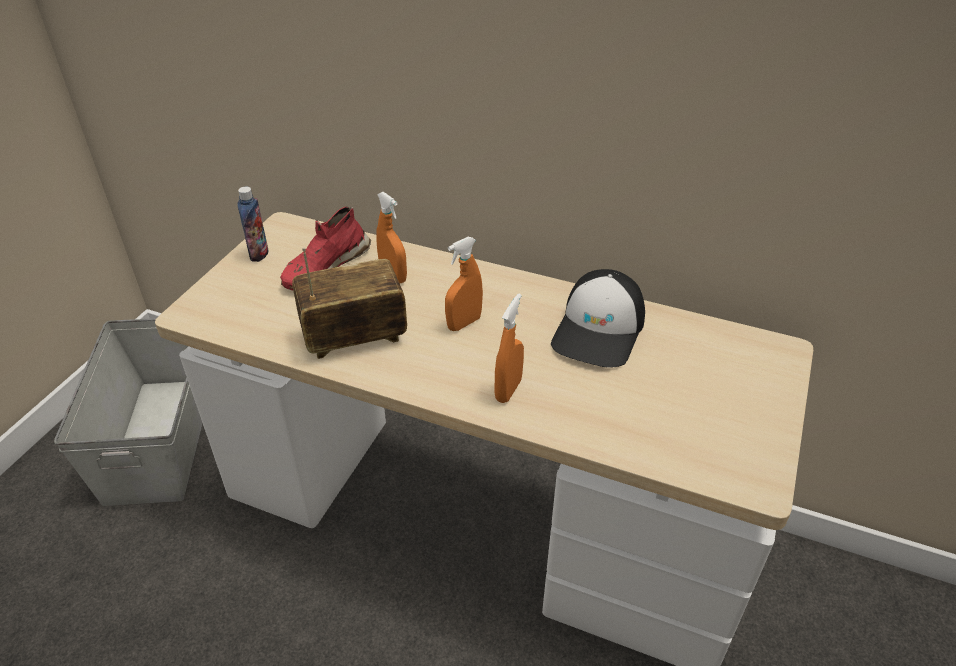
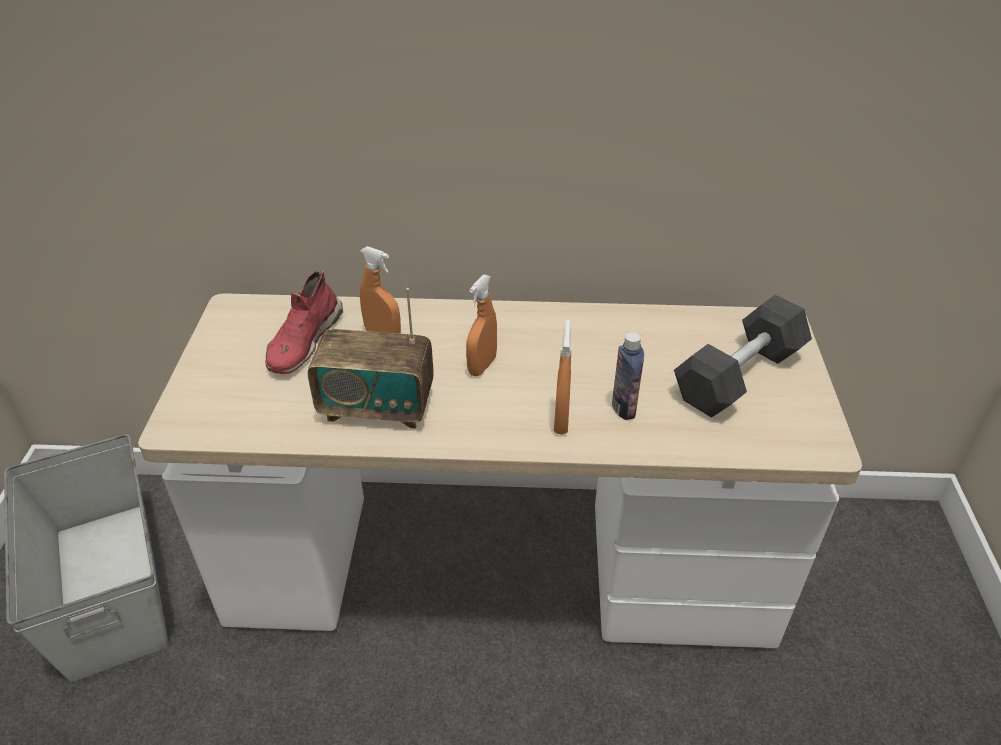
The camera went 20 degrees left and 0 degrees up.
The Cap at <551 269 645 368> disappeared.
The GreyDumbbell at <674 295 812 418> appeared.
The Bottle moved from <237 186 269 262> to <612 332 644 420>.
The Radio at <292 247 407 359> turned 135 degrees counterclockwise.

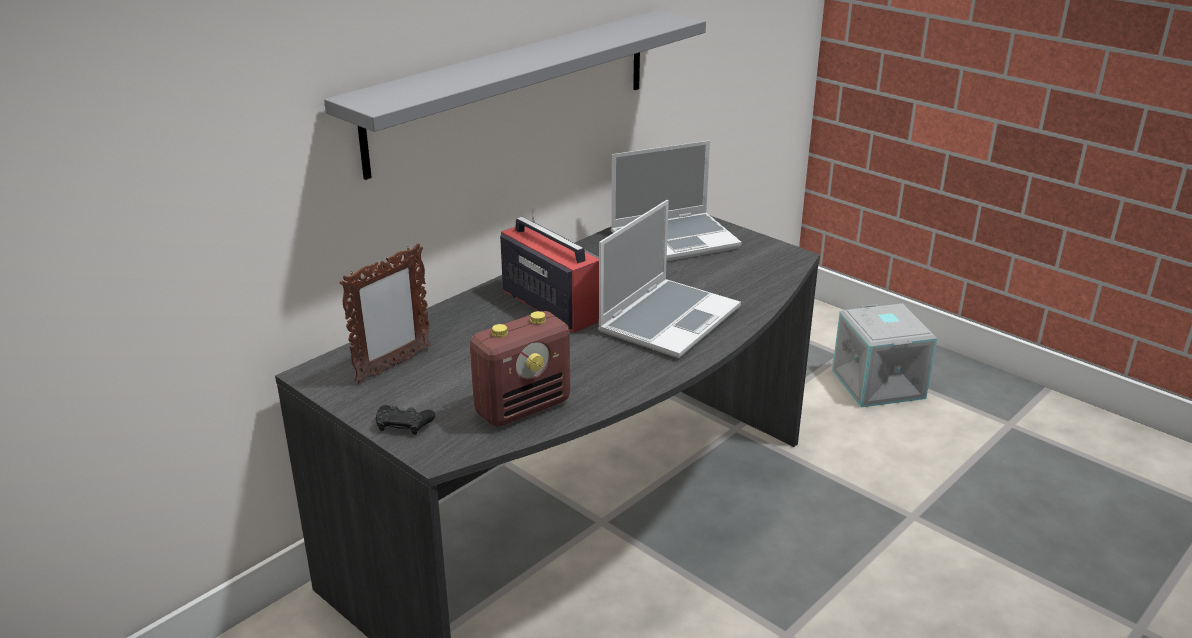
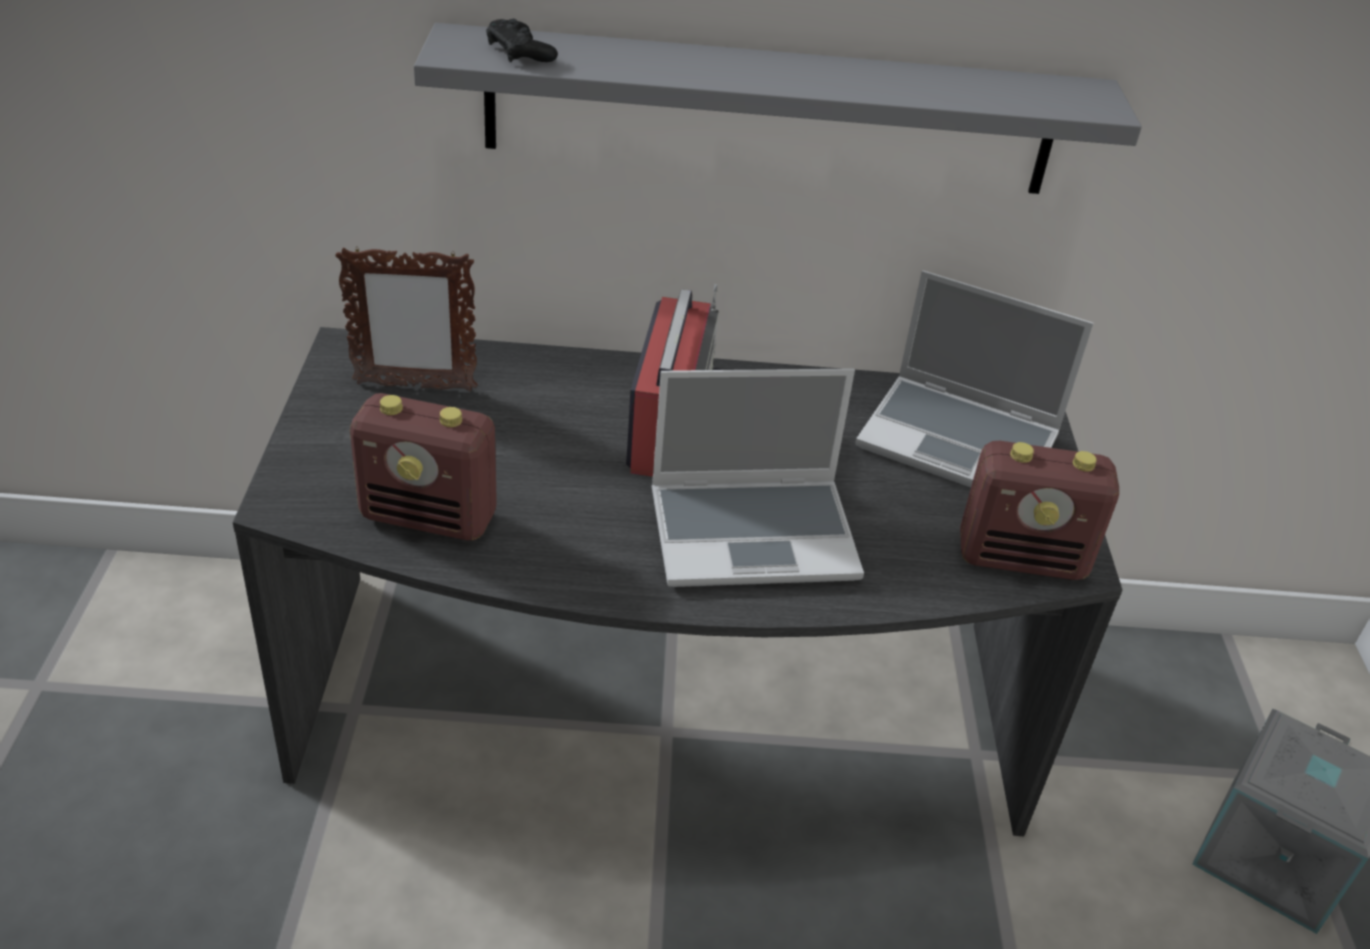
The camera went 45 degrees right and 10 degrees up.
The Radio at <960 441 1119 580> appeared.
The BlackGameController moved from <376 405 435 435> to <486 18 558 62>.

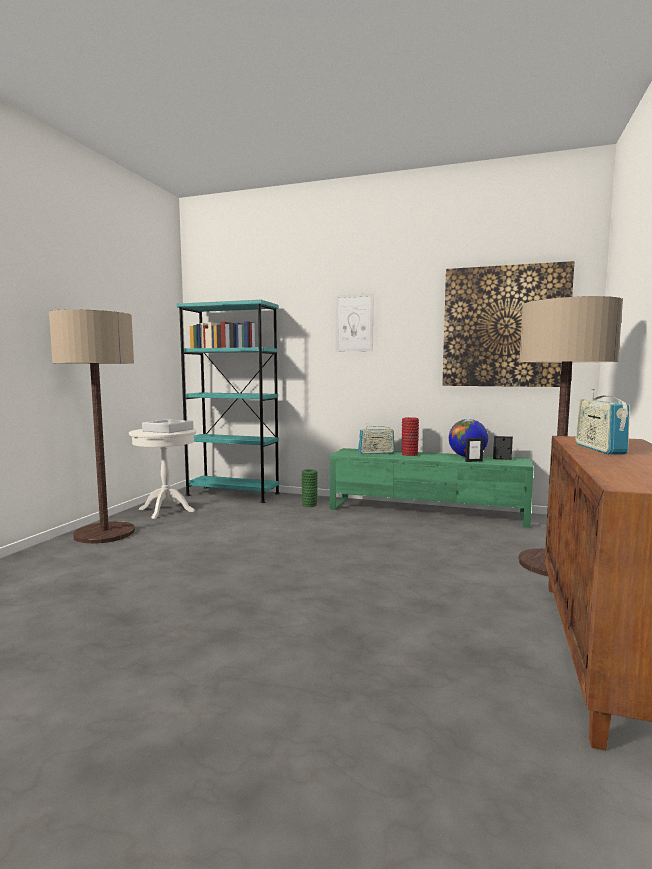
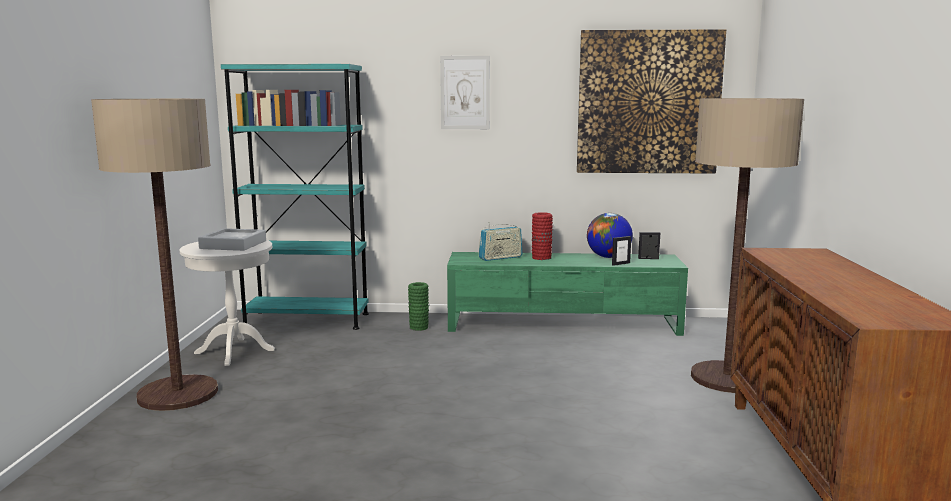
The camera went 15 degrees left and 5 degrees up.
The Radio at <576 389 630 454> disappeared.

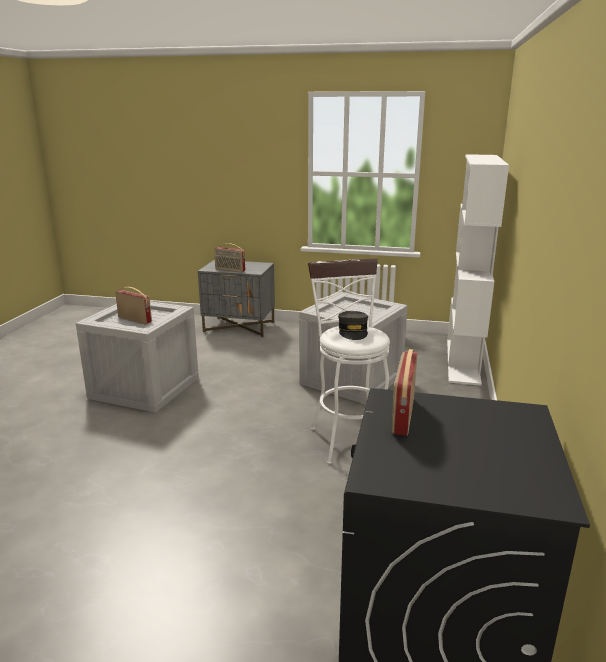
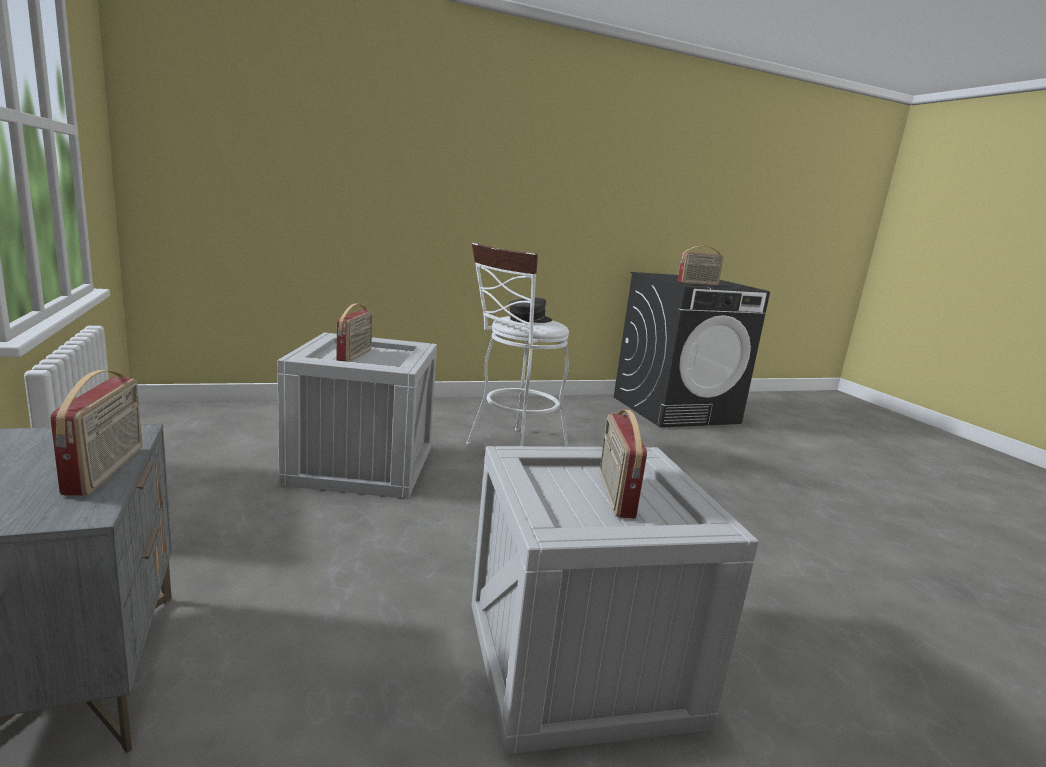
The camera went 125 degrees left and 5 degrees down.
The WhiteBookcase at <447 154 509 386> disappeared.
The Radio at <336 303 373 362> appeared.

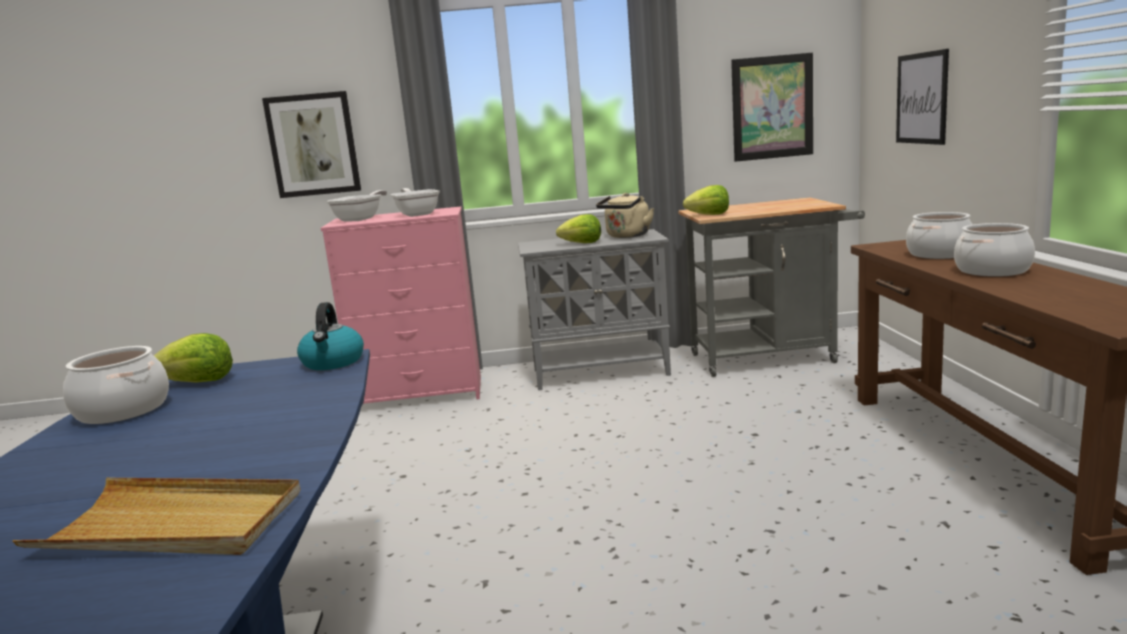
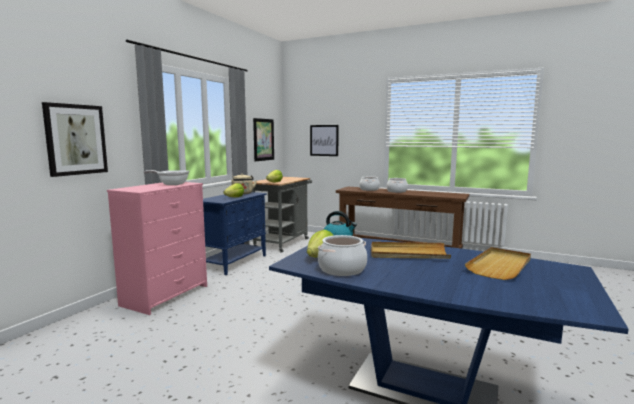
The camera went 60 degrees left and 5 degrees down.
The FryingPan at <327 190 387 222> disappeared.
The BeigeTray at <371 242 451 259> appeared.
The GreyCabinet at <518 229 671 390> became the BlueCabinet at <203 192 267 275>.

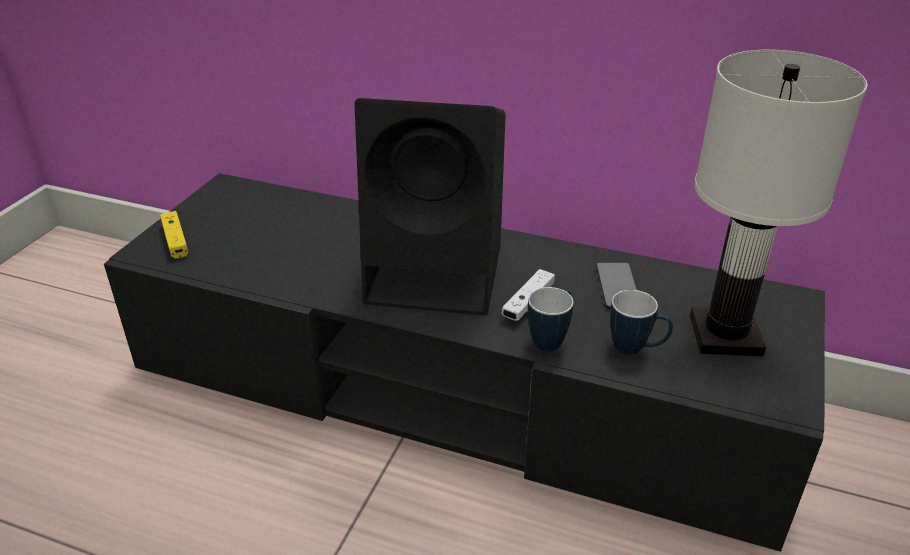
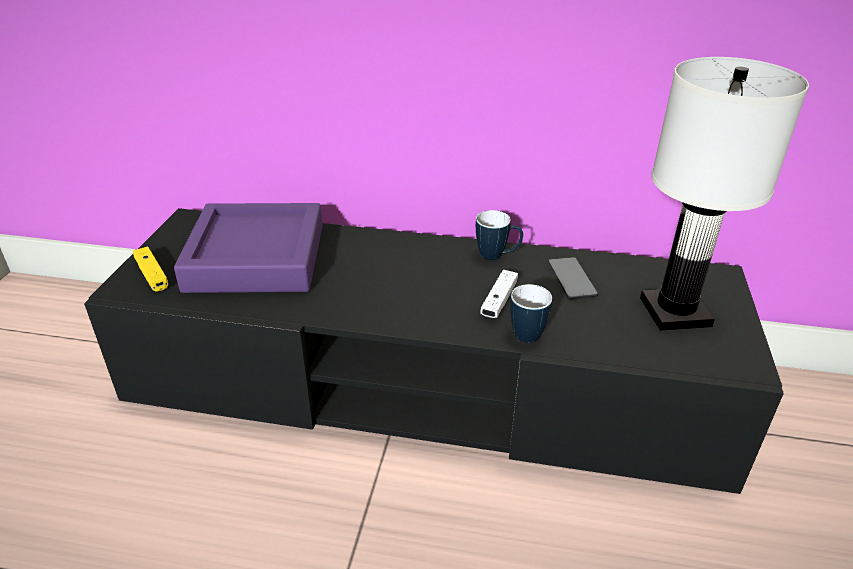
The camera went 10 degrees left and 0 degrees up.
The BlackSpeaker at <355 98 506 316> disappeared.
The PurpleTray at <174 203 323 293> appeared.
The Mug moved from <610 290 673 355> to <476 210 523 260>.

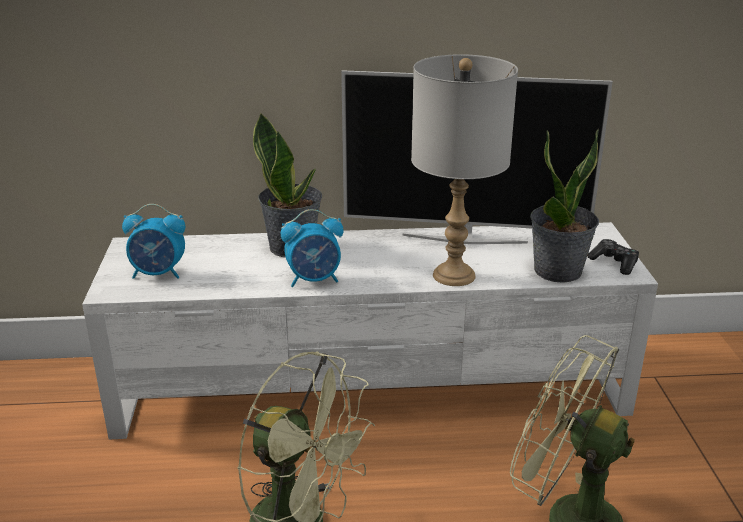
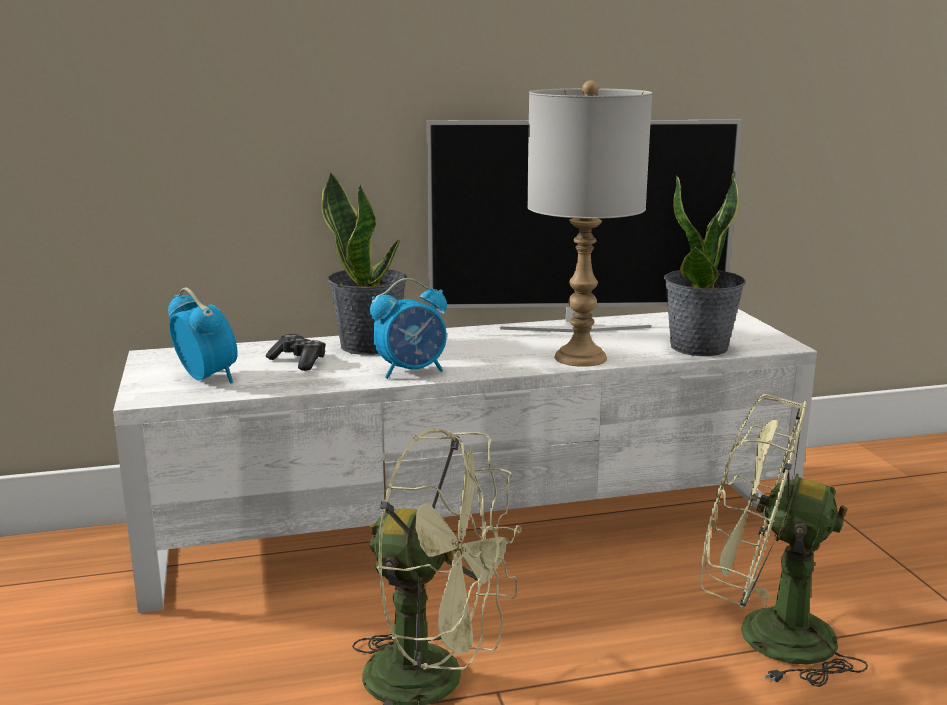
The camera went 10 degrees left and 10 degrees down.
The GameController moved from <587 239 639 275> to <266 334 326 371>.
The AlarmClock at <122 204 185 279> turned 120 degrees counterclockwise.

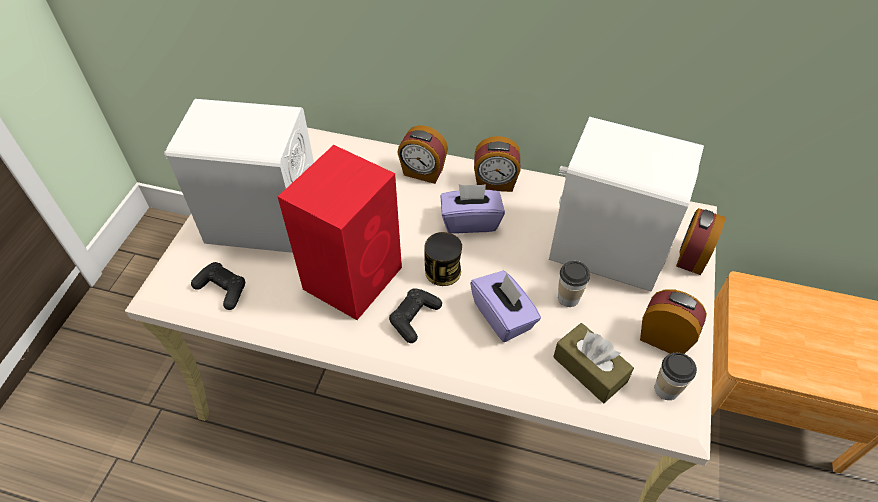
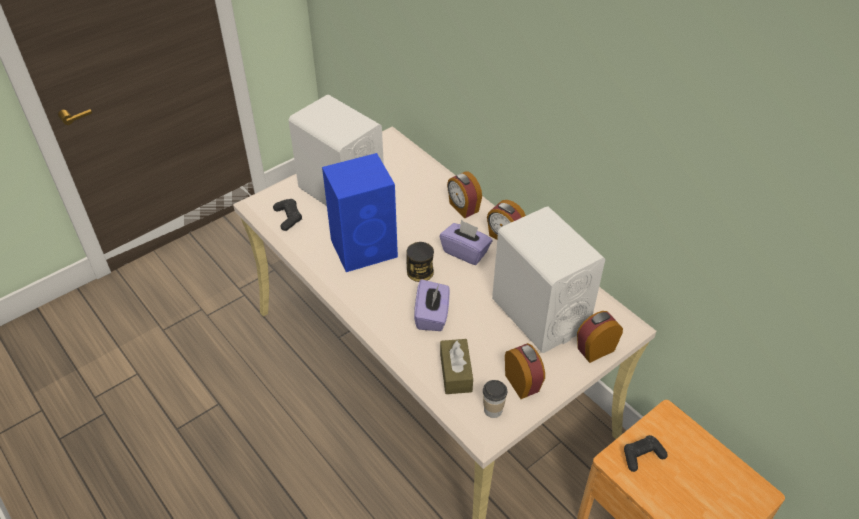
The camera went 35 degrees right and 5 degrees down.
The Cup at <558 261 590 307> disappeared.
The BlackGameController moved from <389 288 442 343> to <624 435 668 472>.
The RedSpeaker at <278 145 402 320> became the BlueSpeaker at <322 153 398 272>.

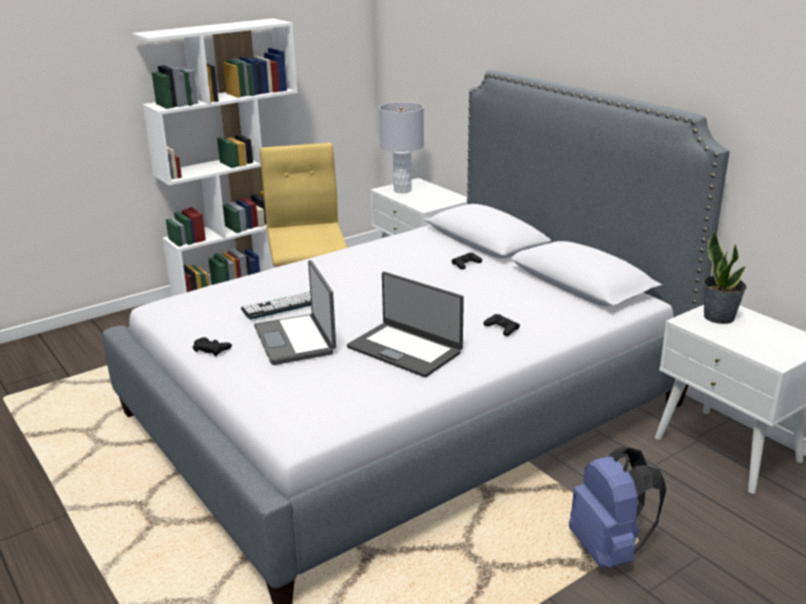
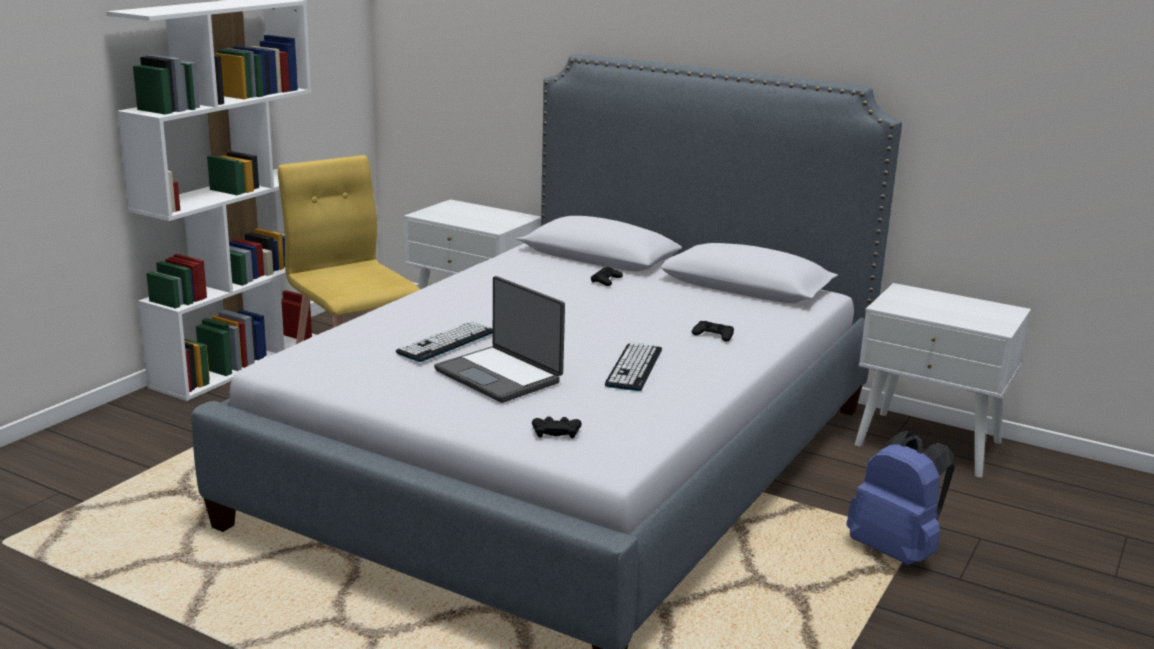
The camera went 25 degrees left and 5 degrees down.
The GreyTableLamp at <379 102 424 193> disappeared.
The PottedPlant at <703 232 747 324> disappeared.
The BlackGameController moved from <193 337 232 356> to <532 416 582 438>.
The Laptop at <347 272 464 377> was replaced by the Keyboard at <605 342 662 391>.

